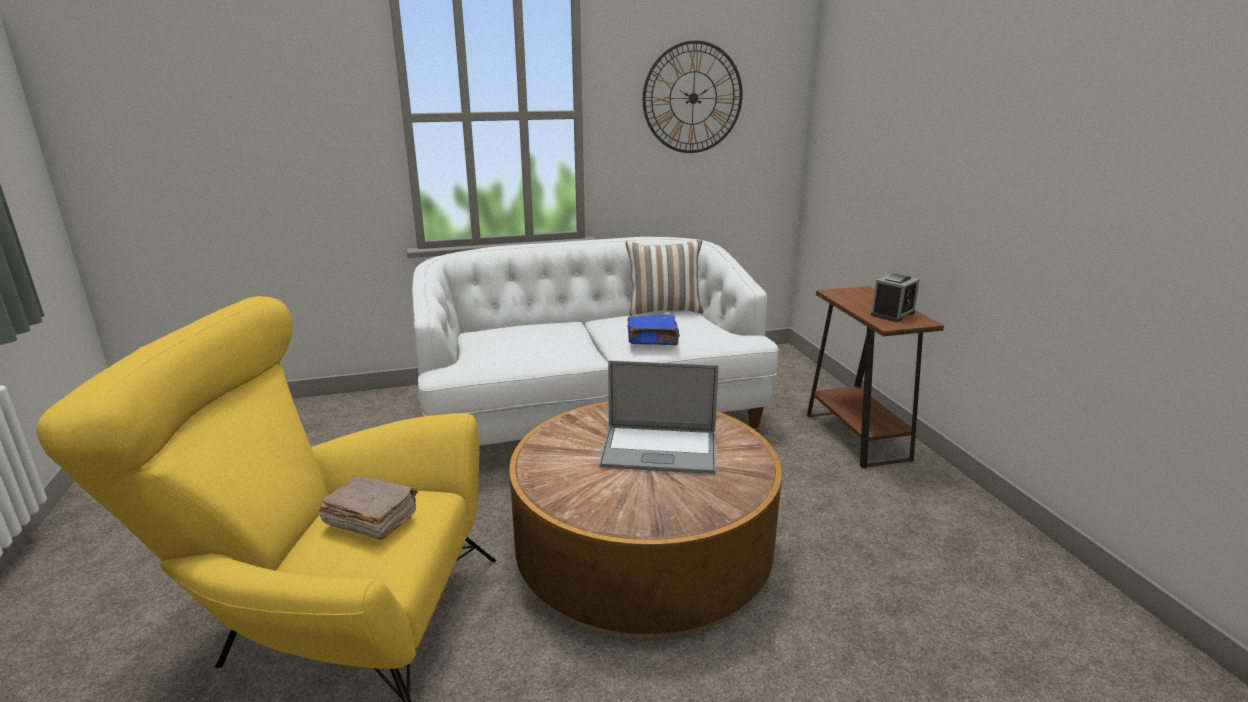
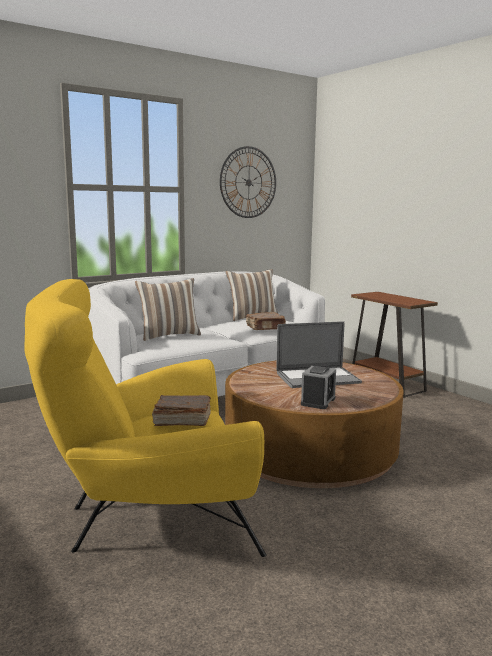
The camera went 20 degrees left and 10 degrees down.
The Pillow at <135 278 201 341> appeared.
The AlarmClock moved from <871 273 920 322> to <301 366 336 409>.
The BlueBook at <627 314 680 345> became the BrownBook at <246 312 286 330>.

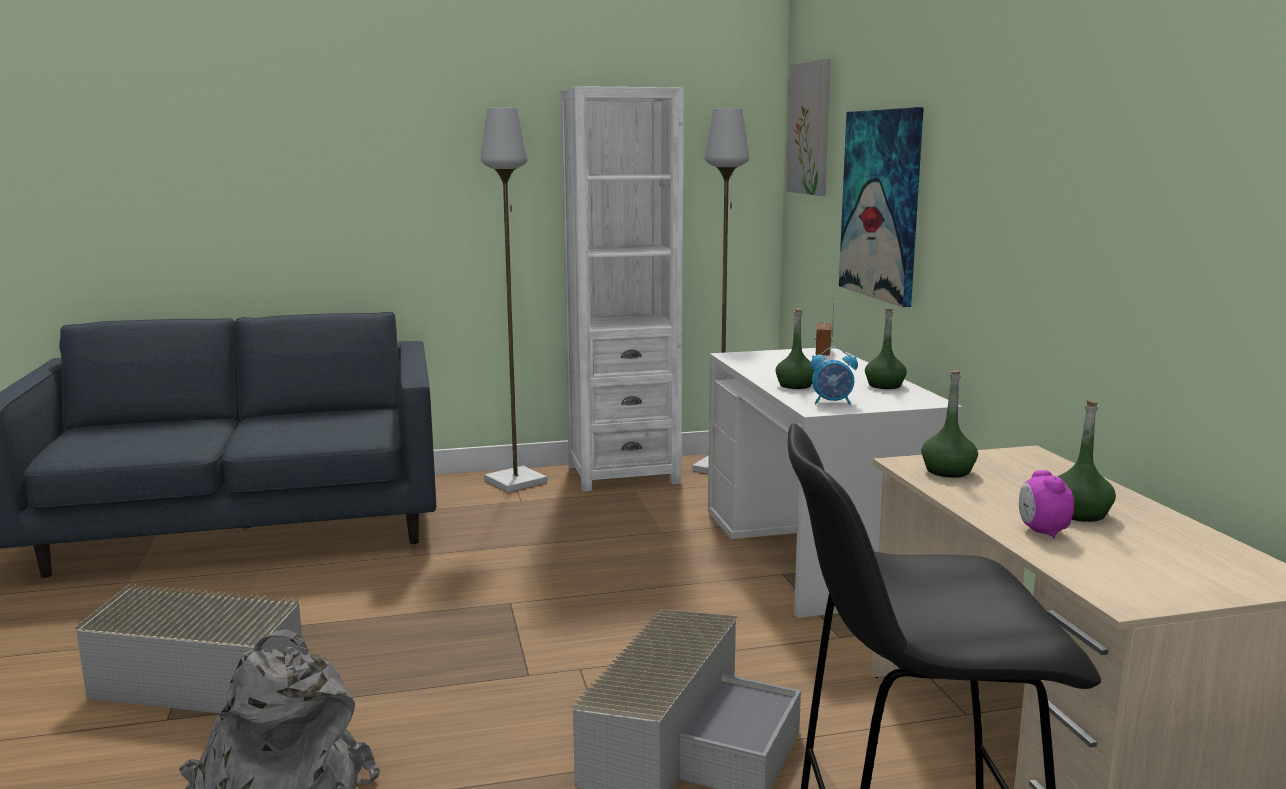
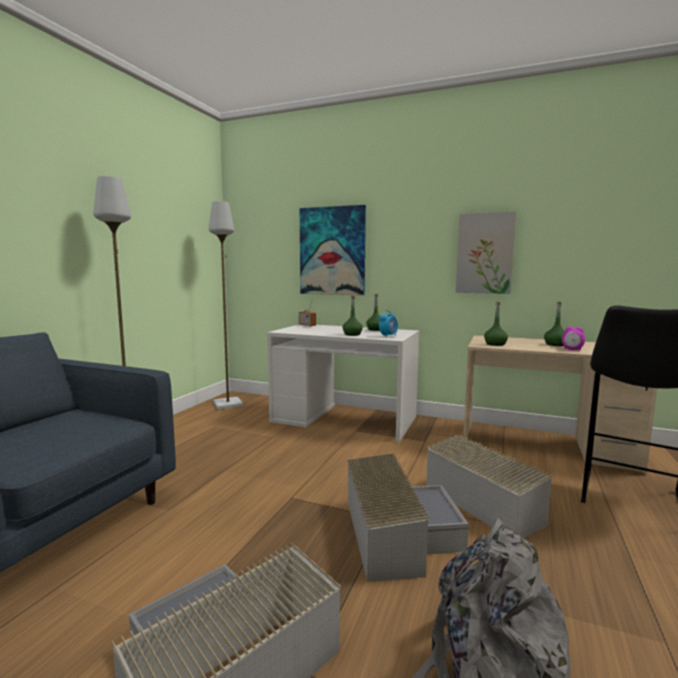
The camera went 55 degrees left and 5 degrees down.
The WhiteBookcase at <561 86 684 492> disappeared.
The GreyStorageBox at <347 453 469 582> appeared.
The Picture moved from <786 59 831 196> to <456 211 516 294>.

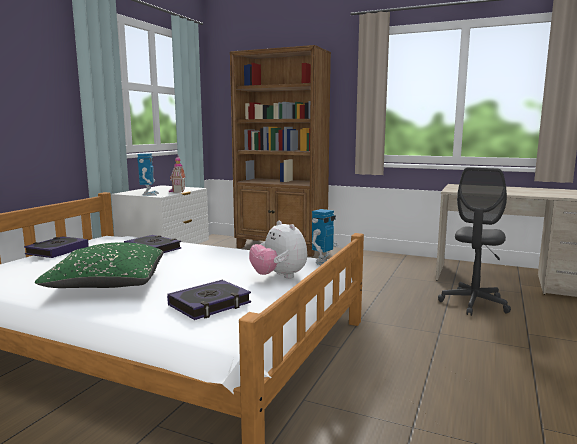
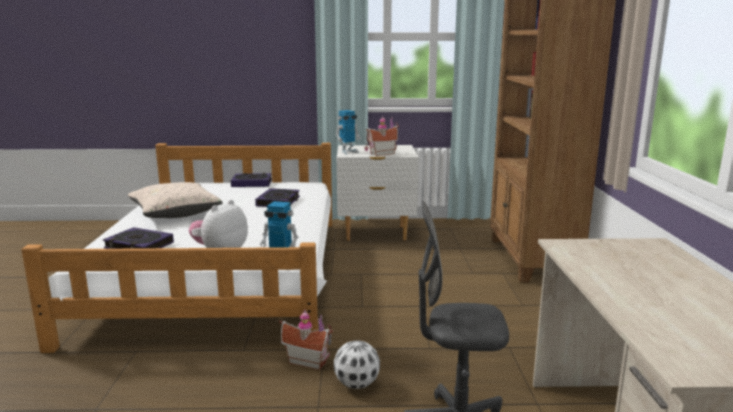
The camera went 65 degrees right and 5 degrees up.
The ToyHouse at <279 309 333 370> appeared.
The Football at <334 341 380 389> appeared.
The GreenPillow at <35 243 163 288> became the BeigePillow at <128 182 223 218>.

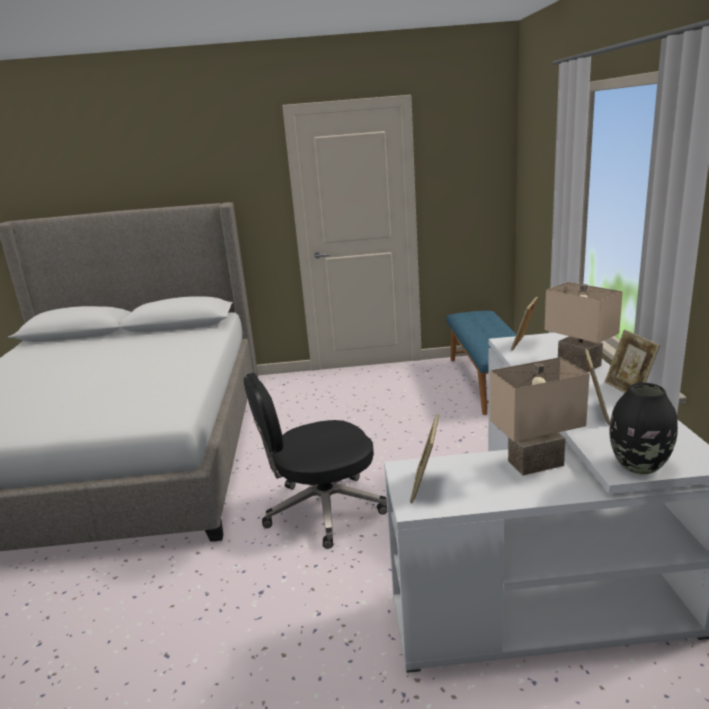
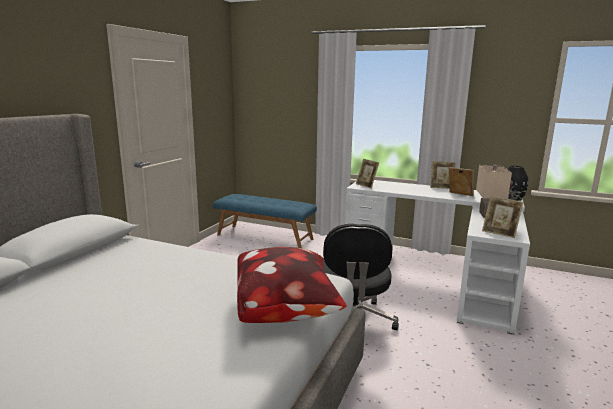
The camera went 65 degrees left and 5 degrees down.
The BeigeTableLamp at <545 282 623 372> disappeared.
The Pillow at <237 247 347 323> appeared.

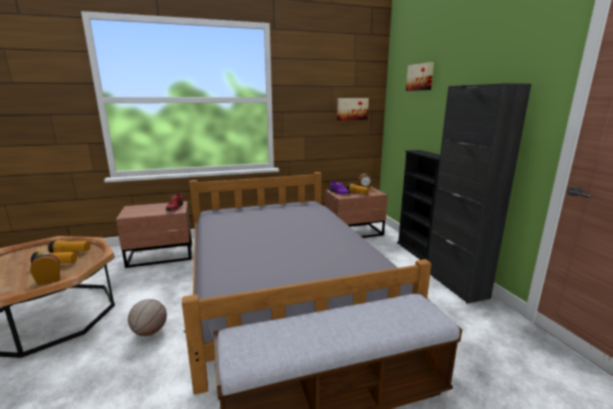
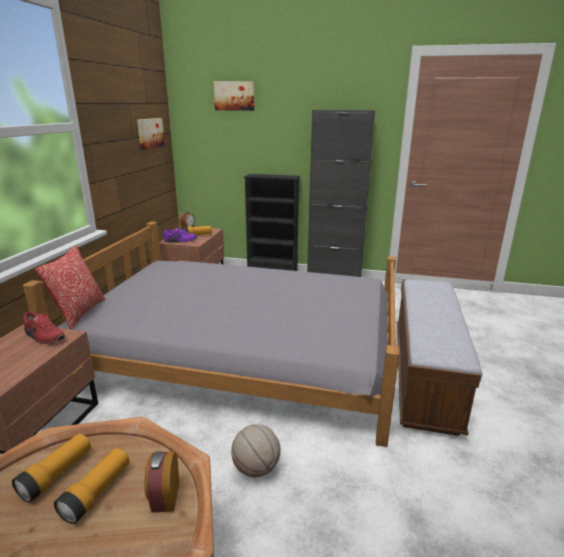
The camera went 60 degrees left and 5 degrees up.
The Pillow at <35 245 105 329> appeared.

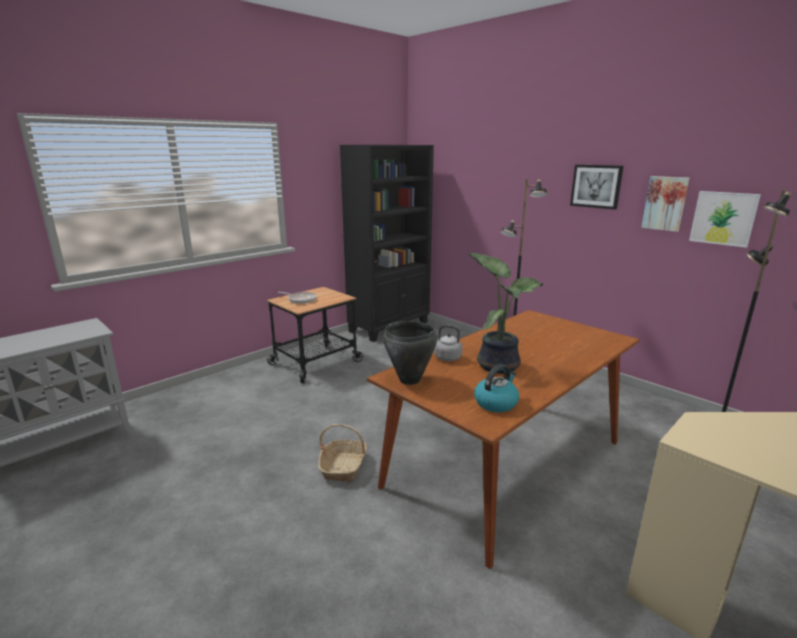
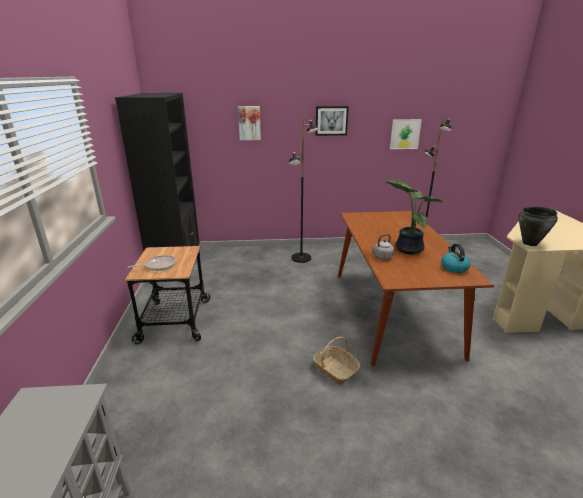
The camera went 50 degrees left and 5 degrees up.
The BlackCookingPot moved from <383 321 438 385> to <519 207 558 246>.
The Picture moved from <641 176 689 232> to <238 106 261 140>.

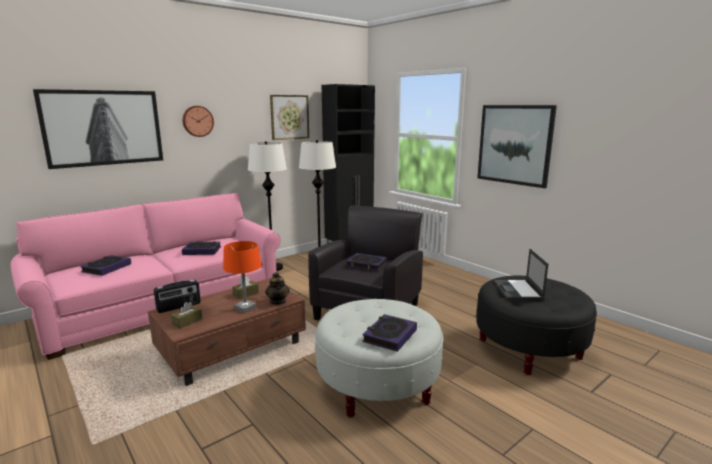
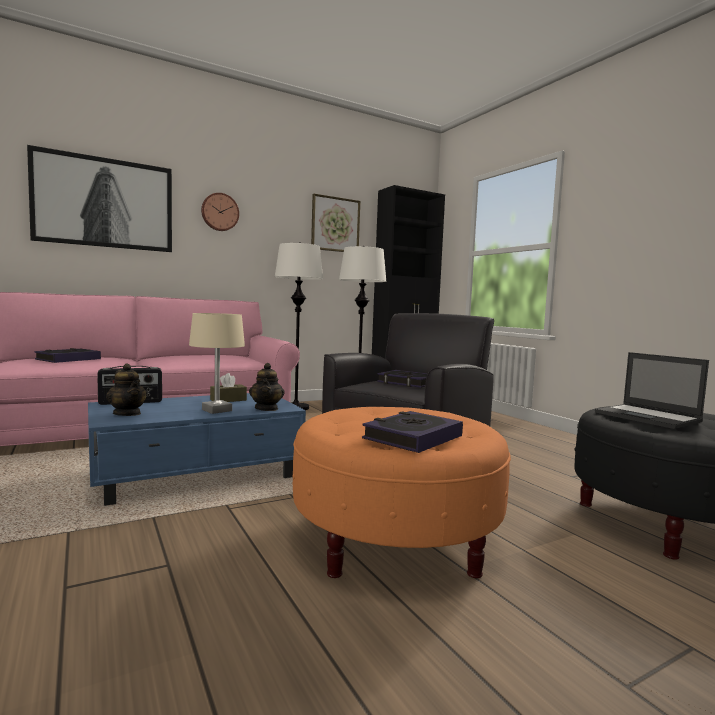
The camera went 10 degrees right and 10 degrees down.
The Book at <182 241 221 255> disappeared.
The Picture at <477 105 557 188> disappeared.
The BrownTissueBox at <171 302 202 329> was replaced by the Teapot at <106 363 147 416>.
The BrownCoffeeTable at <148 279 306 386> became the BlueCoffeeTable at <88 393 306 506>.
The OrangeTableLamp at <223 241 261 313> became the BeigeTableLamp at <189 313 245 414>.
The WhiteOttoman at <315 299 443 417> became the OrangeOttoman at <293 407 511 578>.
The Laptop at <493 249 548 300> turned 45 degrees counterclockwise.

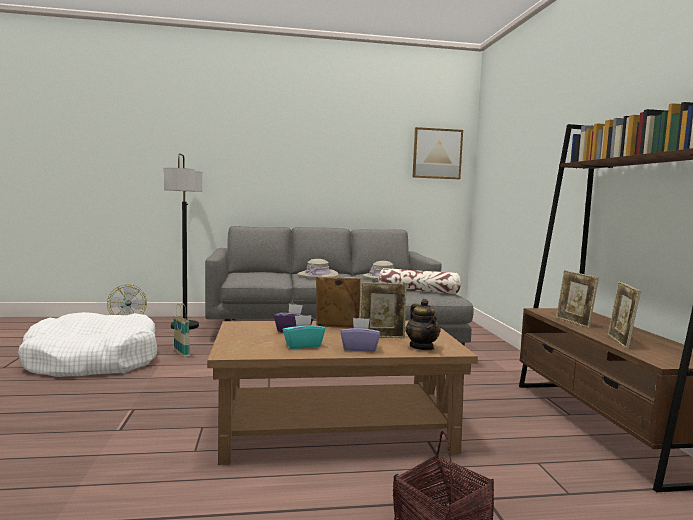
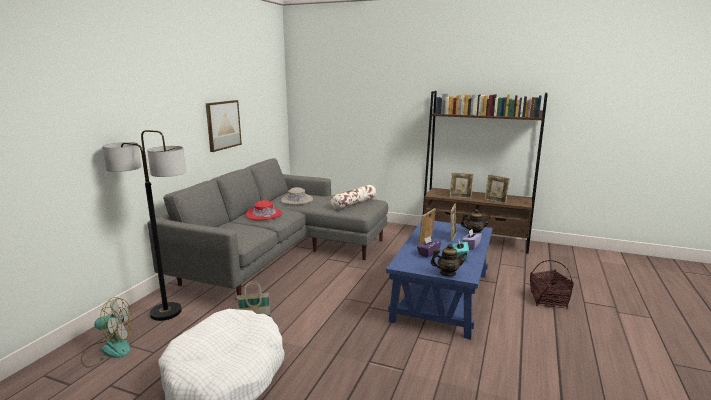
The camera went 60 degrees left and 10 degrees up.
The Teapot at <430 244 467 276> appeared.
The Picture moved from <412 127 463 179> to <206 100 242 152>.
The BrownCoffeeTable at <207 321 478 465> became the BlueCoffeeTable at <386 221 493 339>.
The BeigeHat at <297 259 339 278> became the RedHat at <246 200 282 220>.

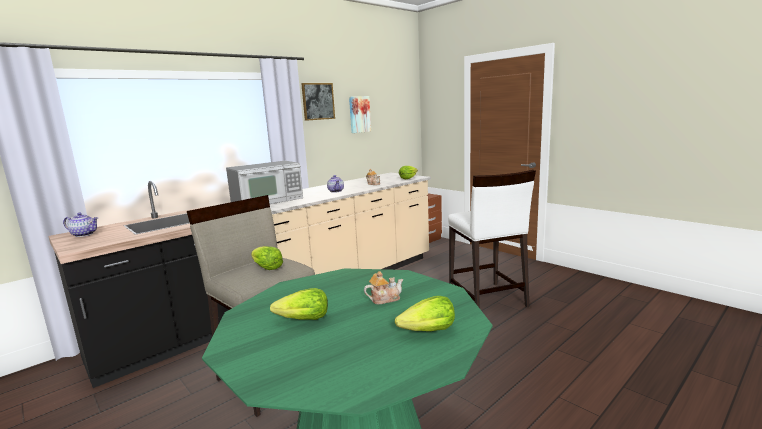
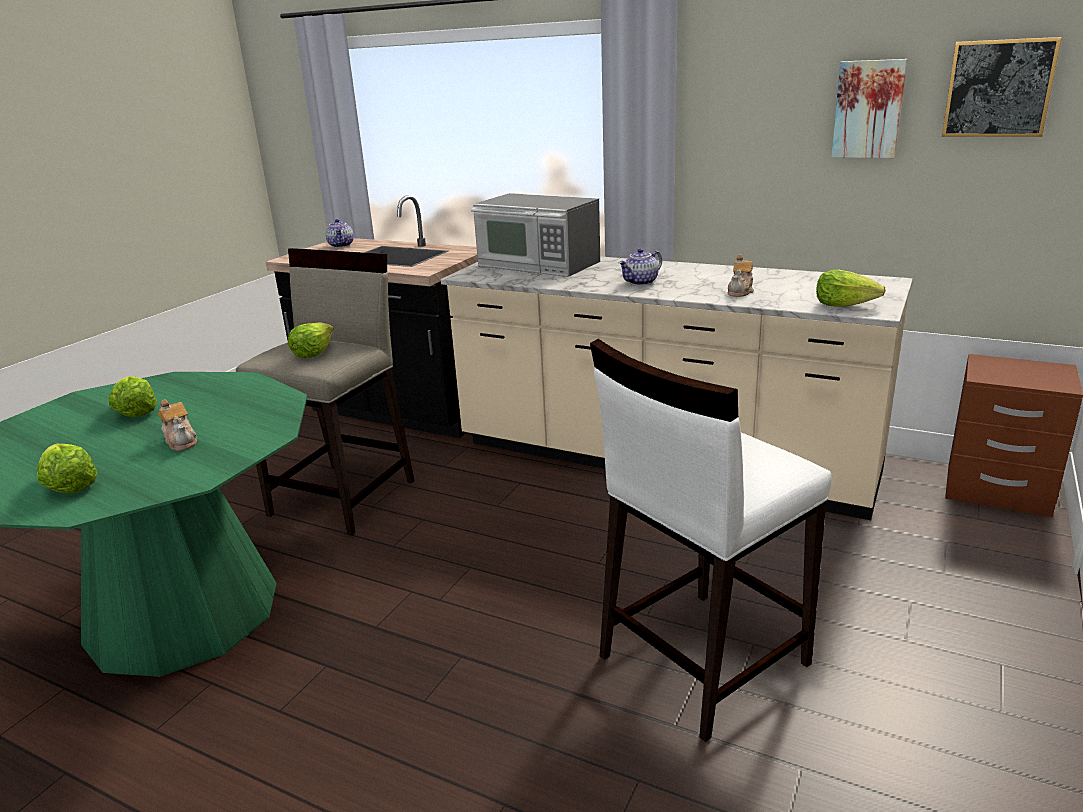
The camera went 70 degrees right and 10 degrees up.
The Picture moved from <301 83 335 121> to <942 37 1062 137>.

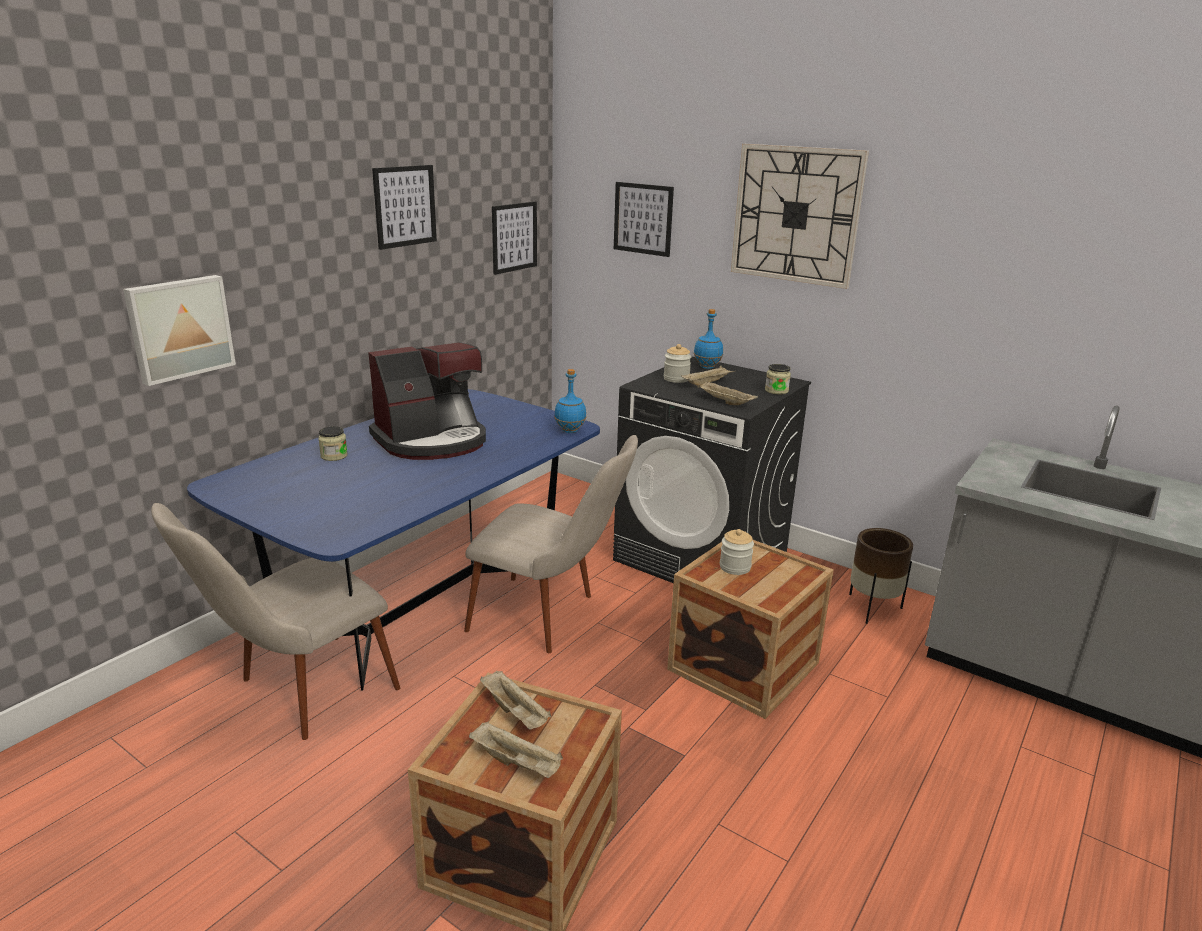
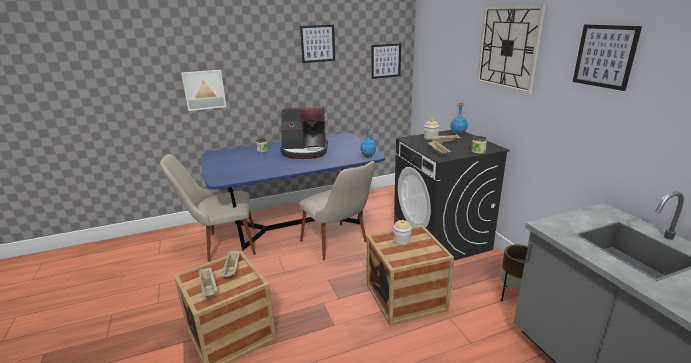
The camera went 35 degrees right and 0 degrees up.
The Picture moved from <614 182 674 257> to <573 24 642 91>.

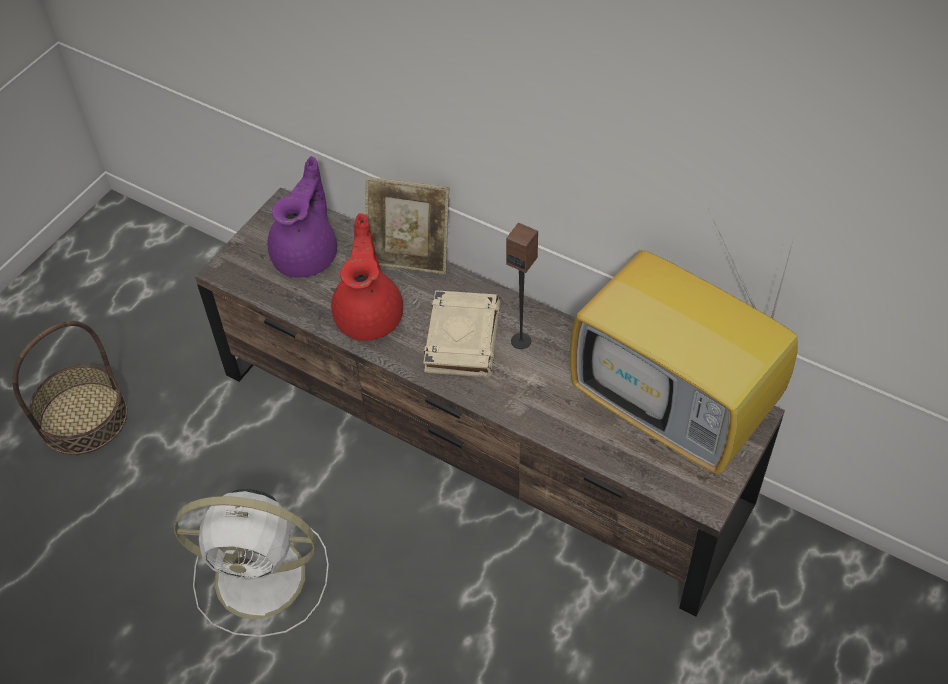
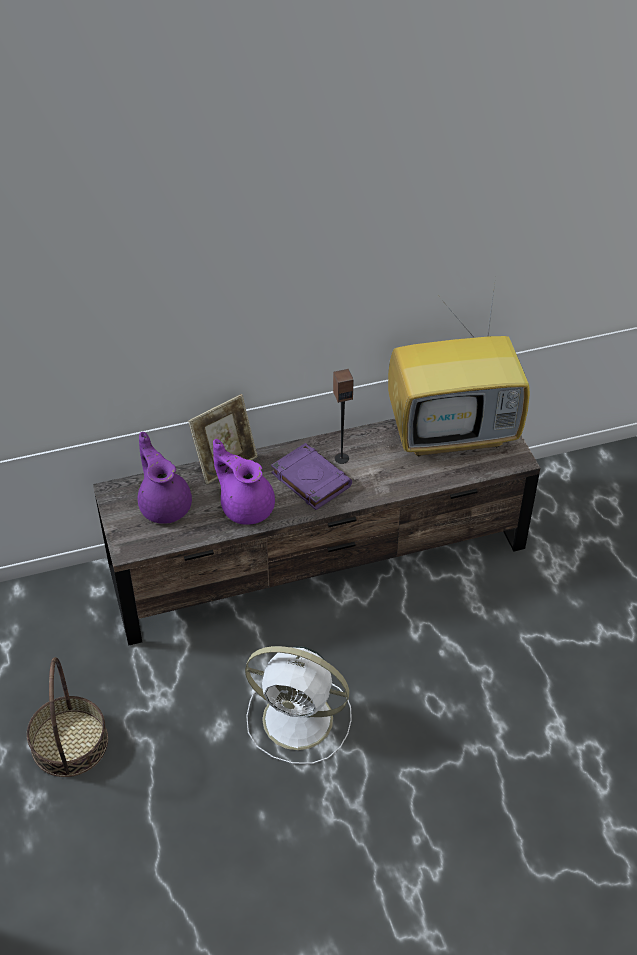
The camera went 50 degrees left and 5 degrees down.
The RedTeapot at <331 213 403 341> became the PurpleTeapot at <213 439 275 525>.
The BeigeBook at <423 290 500 377> became the PurpleBook at <271 443 352 510>.
The WhiteFan at <174 489 329 637> turned 60 degrees clockwise.

